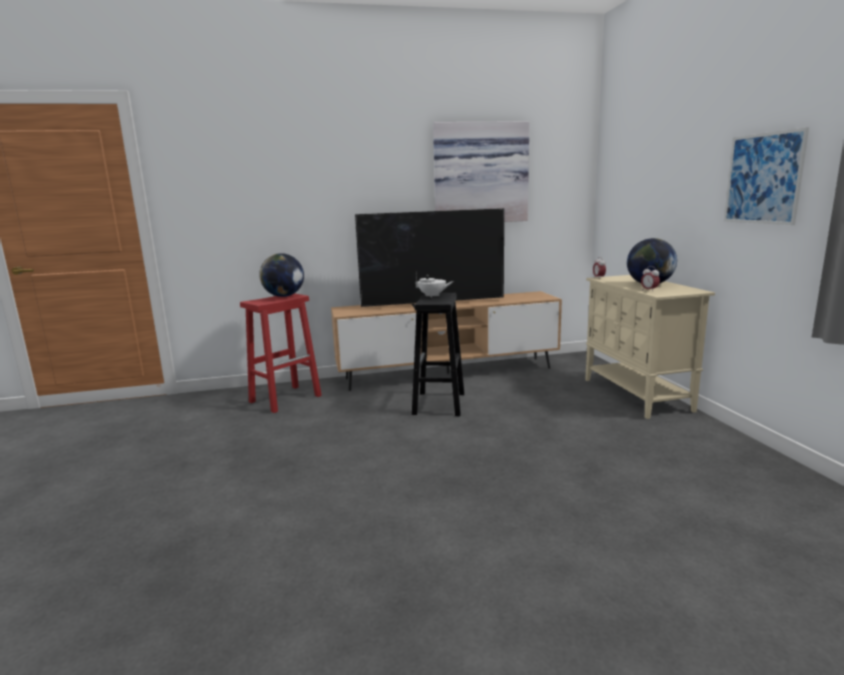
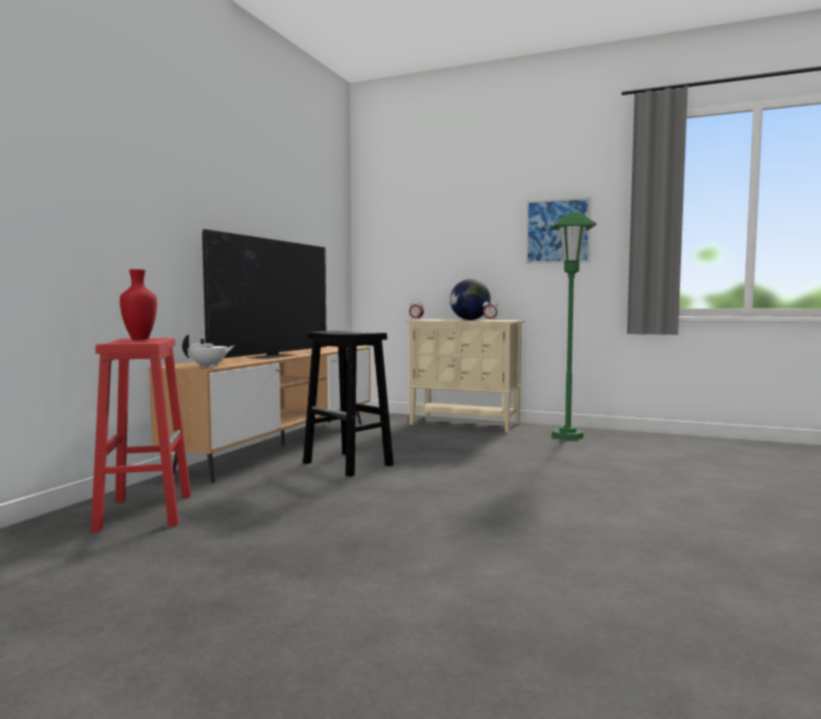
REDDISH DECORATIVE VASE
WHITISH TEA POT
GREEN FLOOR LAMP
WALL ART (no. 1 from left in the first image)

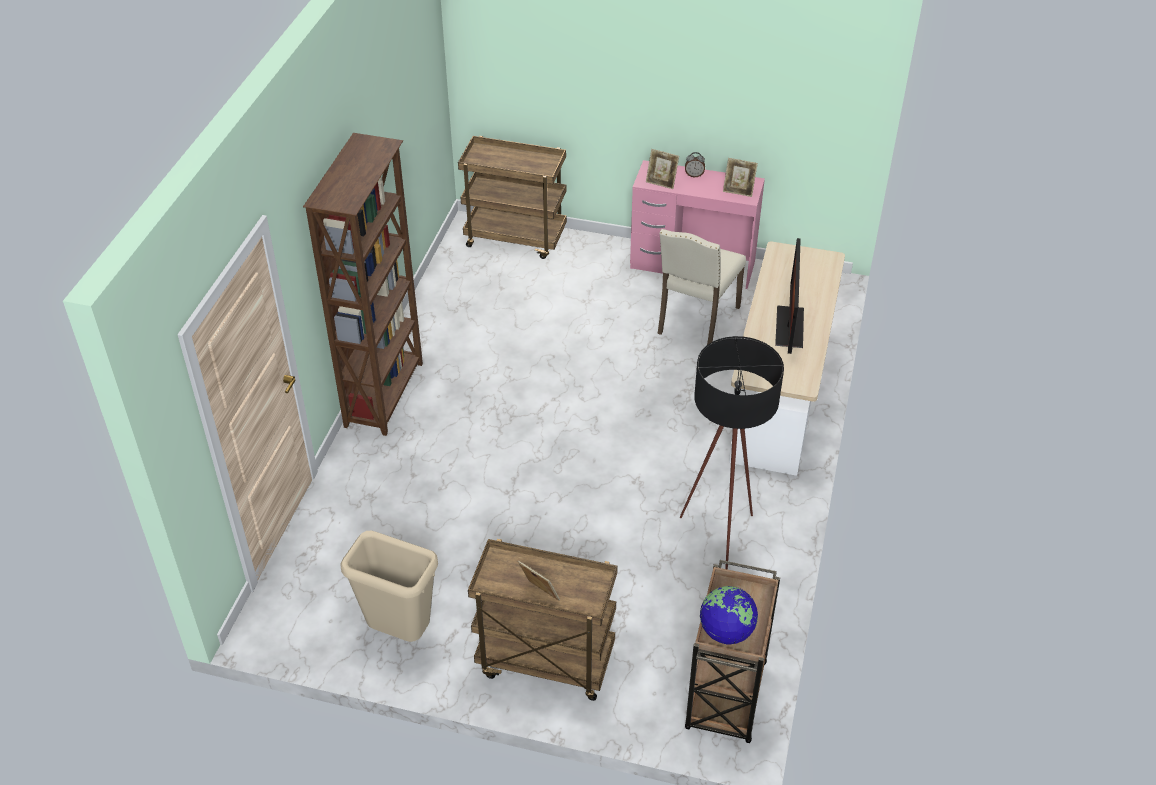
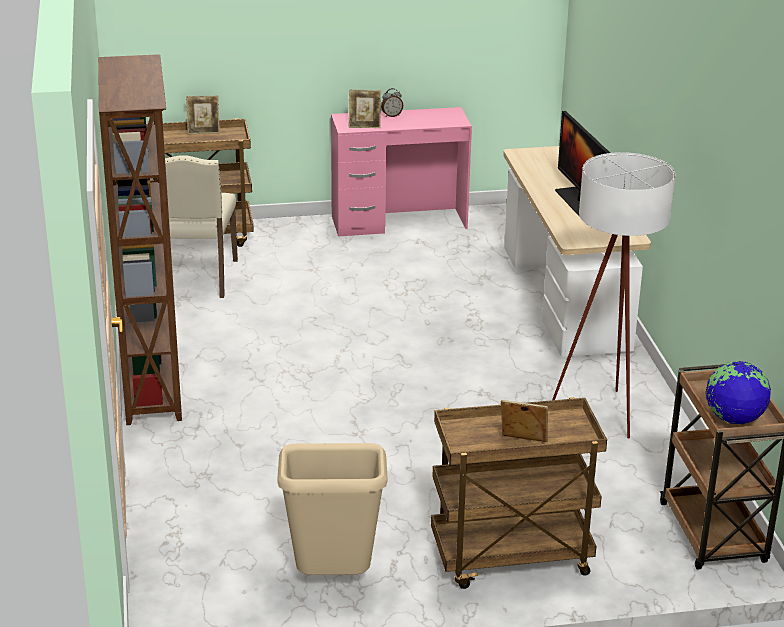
SAND-COLOURED PLAIN CHAIR
PHOTO FRAME (no. 1 from left)
WHITISH FLOOR LAMP

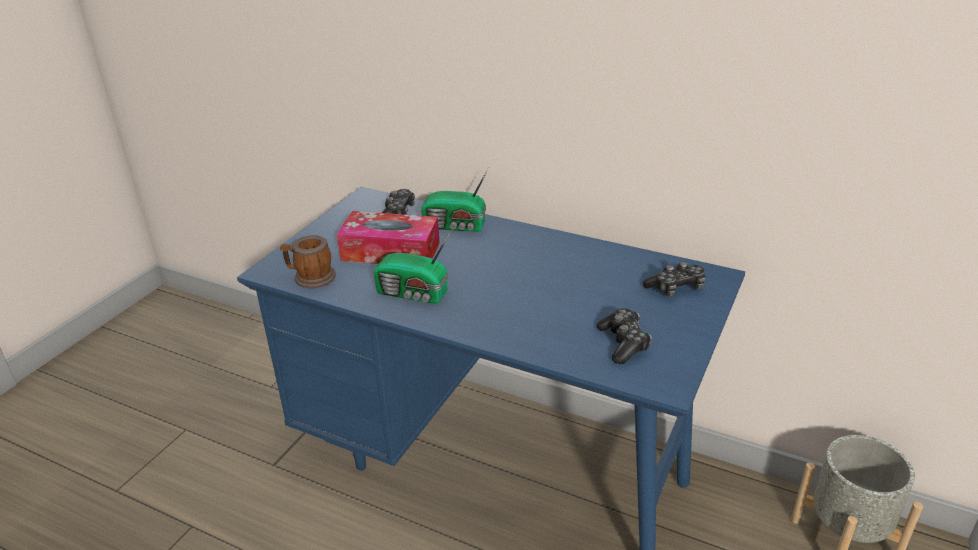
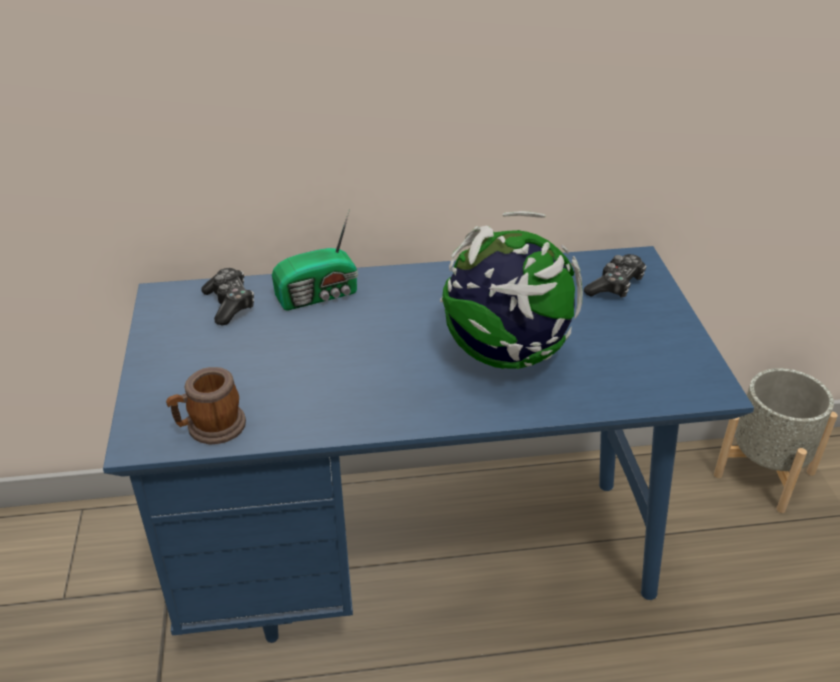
DESK GLOBE
BOX OF TISSUES
RADIO (no. 1 from left in the first image)
GAME CONTROLLER (no. 2 from left in the first image)

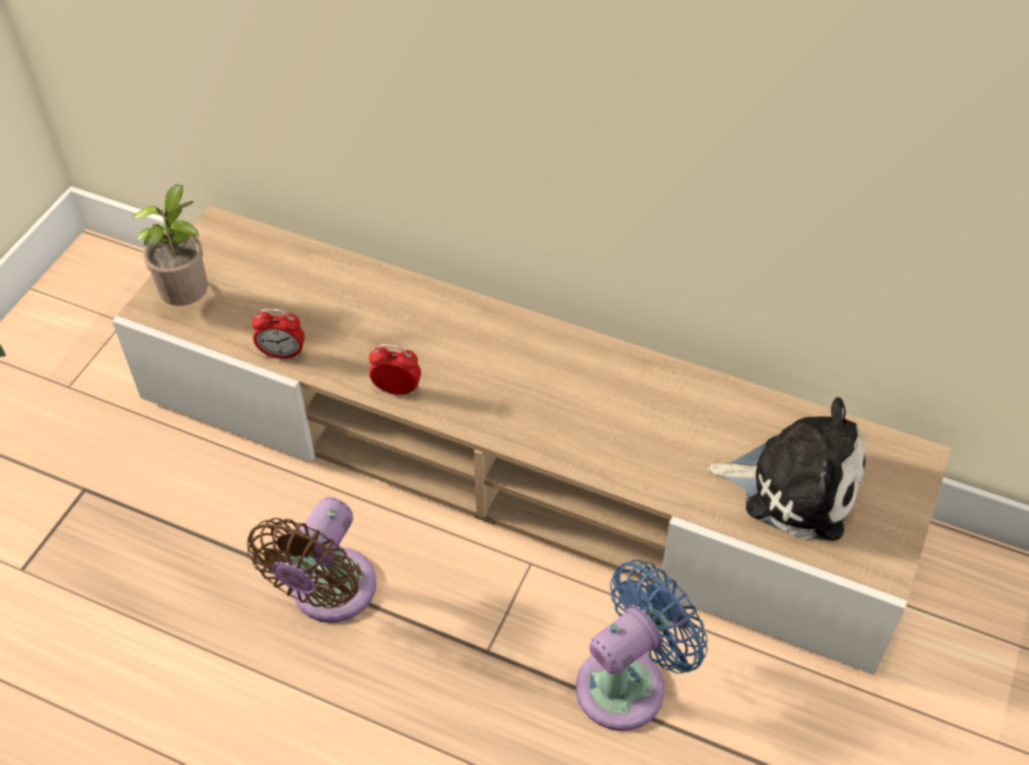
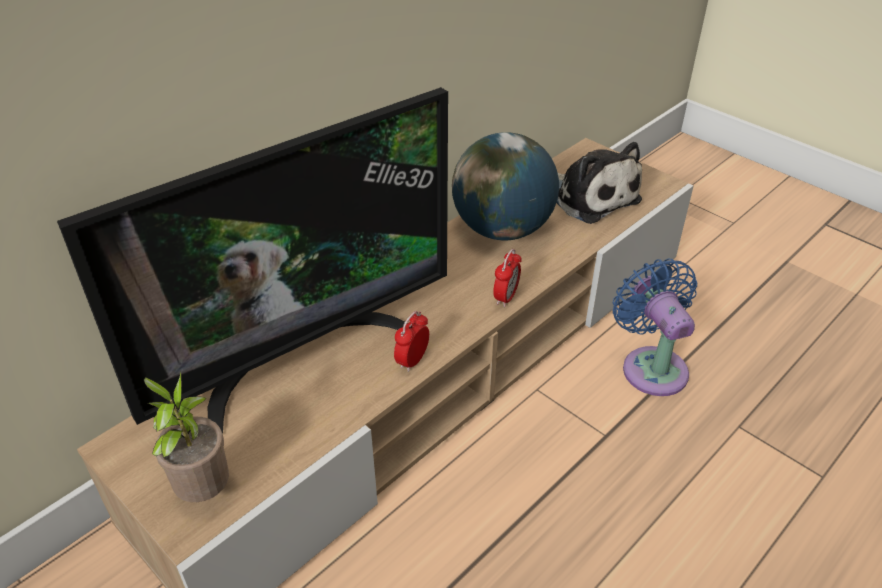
TV SET
DESK GLOBE
TABLE CLOCK (no. 2 from left)
SOFT TOY
BROWN-COLOURED ELECTRIC FAN

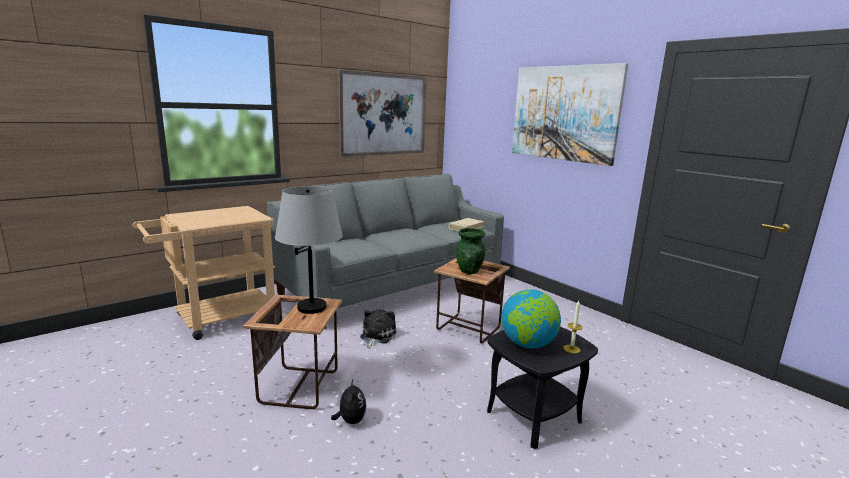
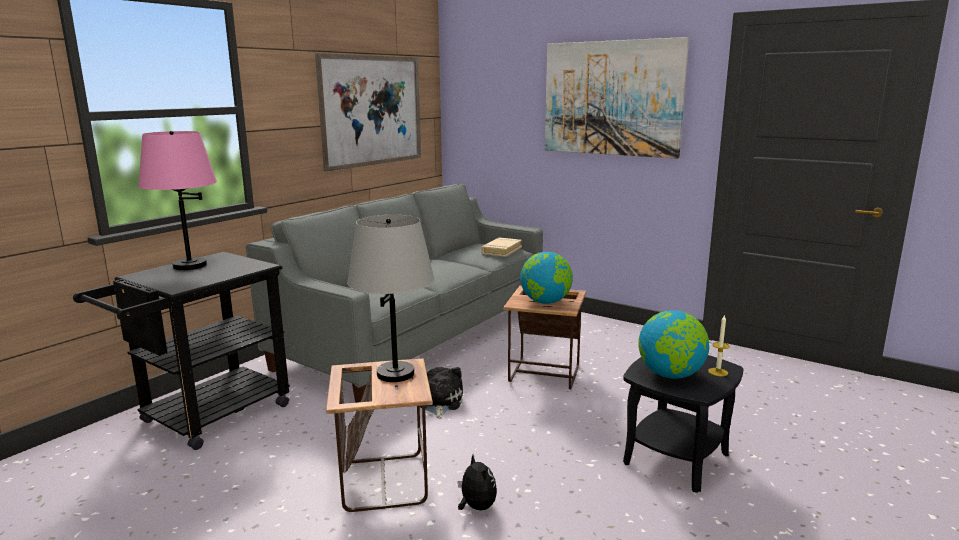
BLACK WHEELED CART
PINKISH LAMP FOR A TABLE
DESK GLOBE (no. 1 from left)

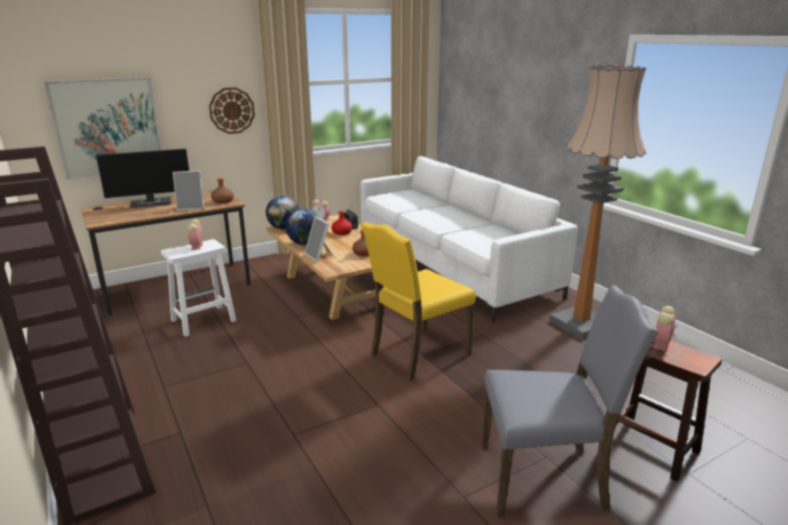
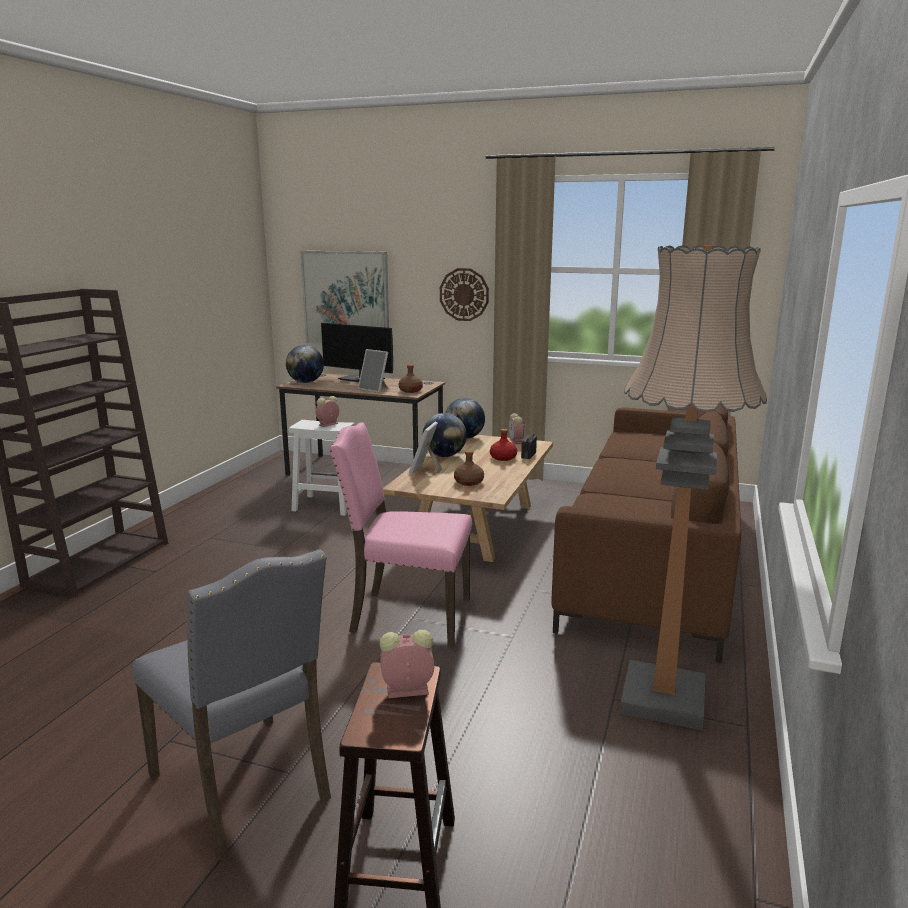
DESK GLOBE (no. 1 from left)
PINKISH PLAIN CHAIR
BROWN-COLOURED SETTEE

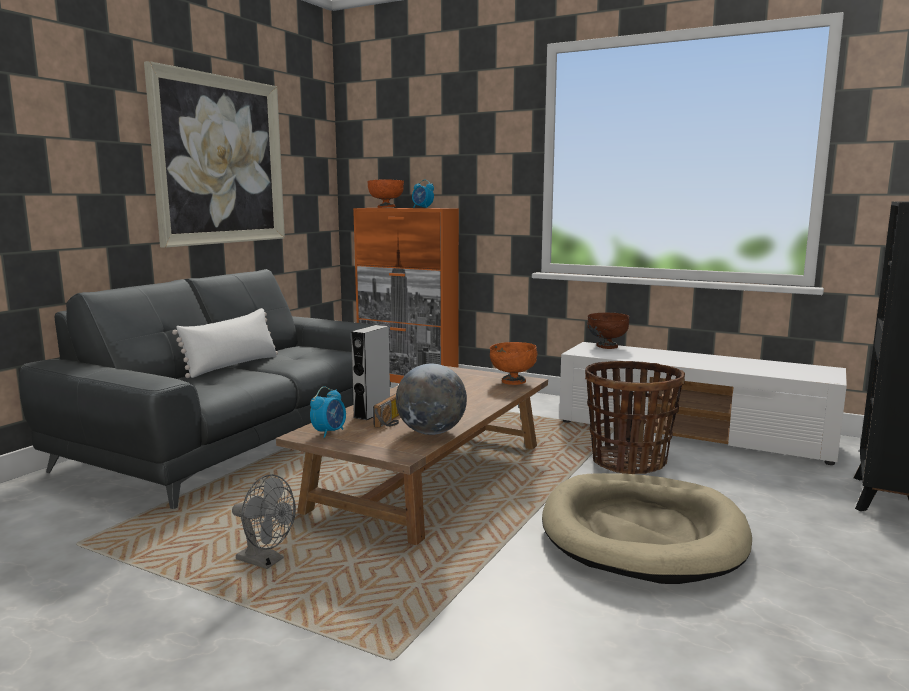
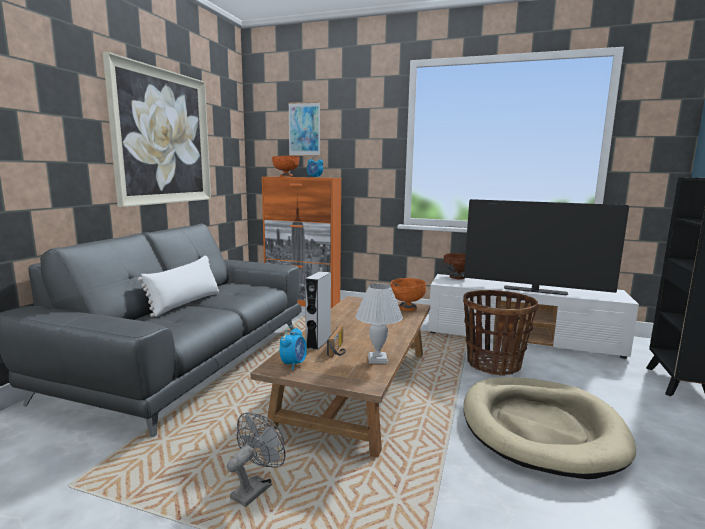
GREYISH ELECTRIC FAN
WALL ART (no. 2 from left)
WHITISH LAMP FOR A TABLE
TV SET

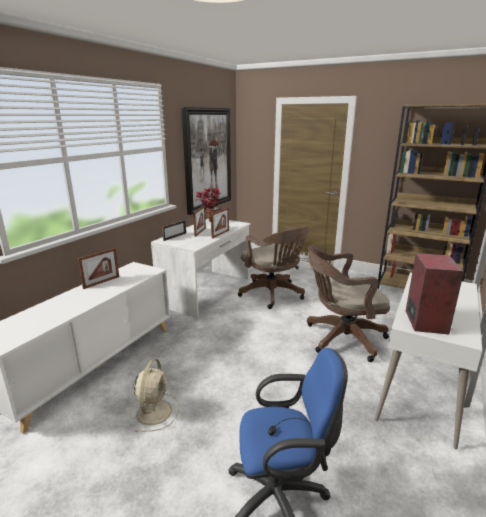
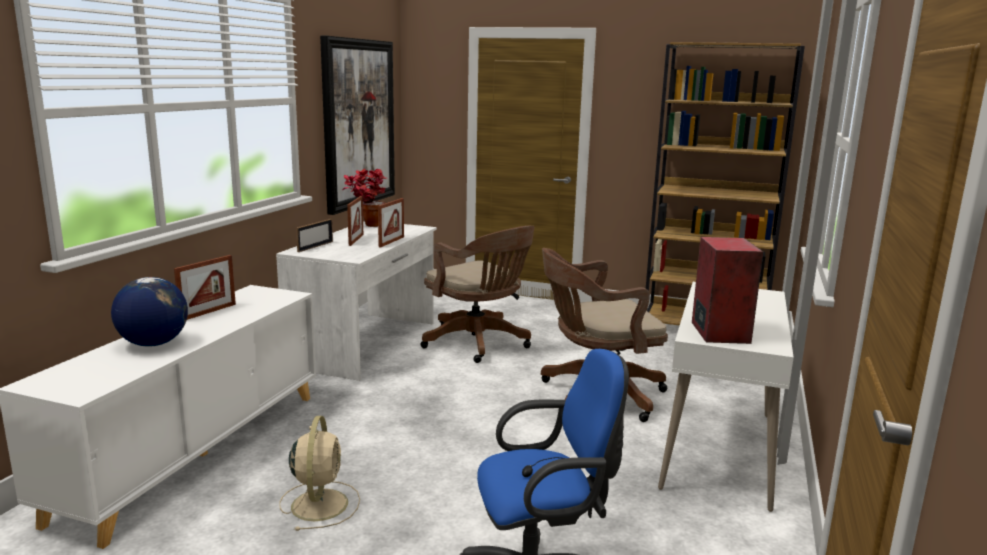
DESK GLOBE

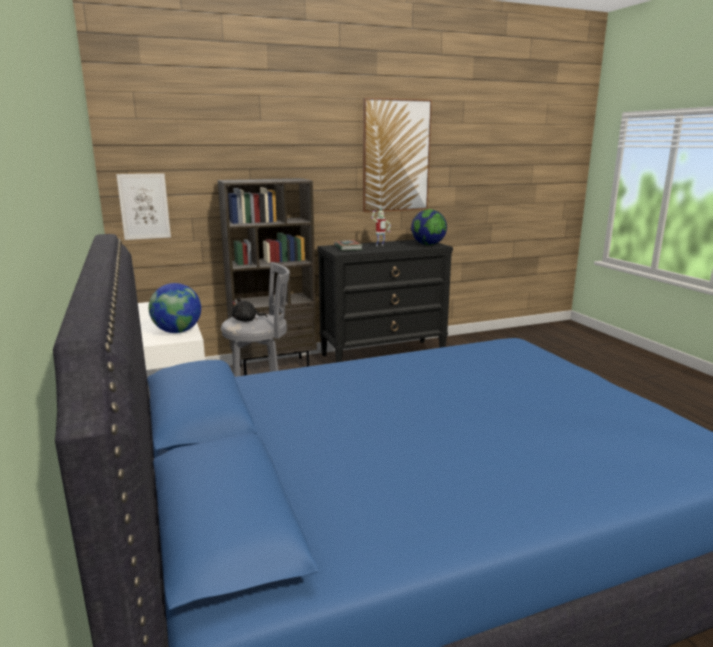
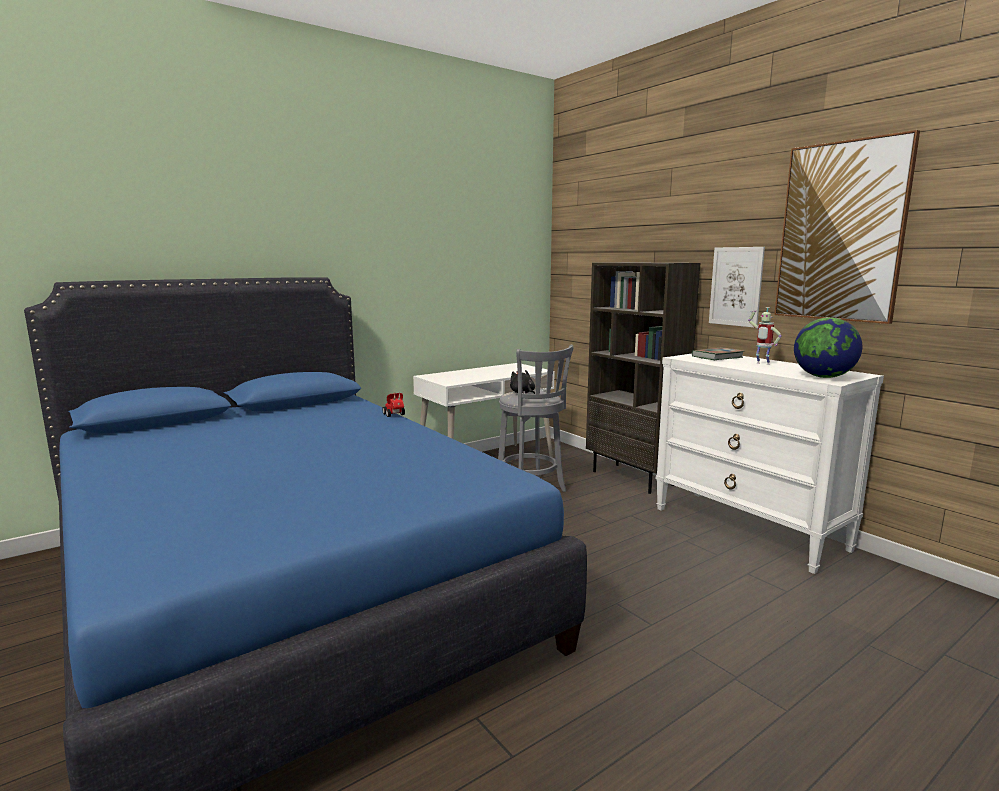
MODEL CAR
WHITISH DRAWER CHEST
WALL ART (no. 1 from left)
DESK GLOBE (no. 1 from left in the first image)

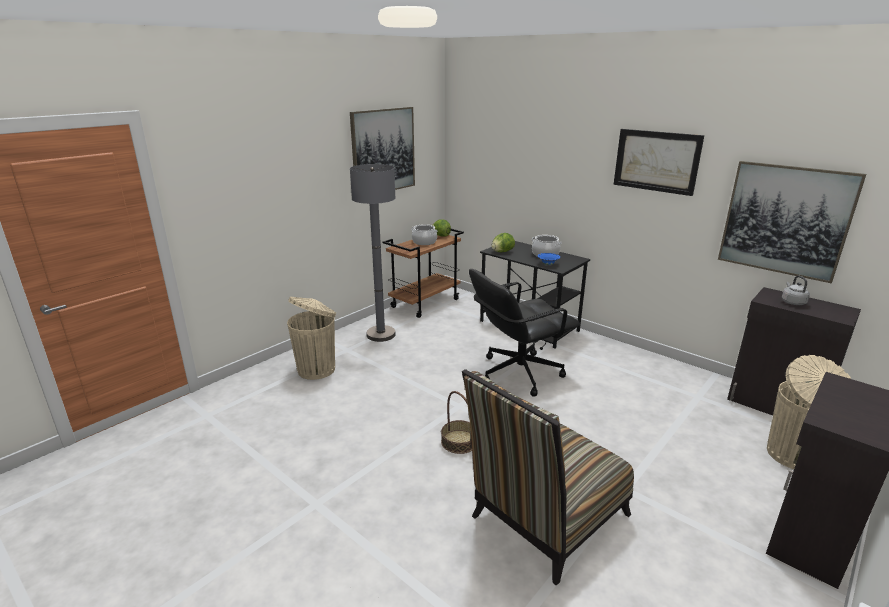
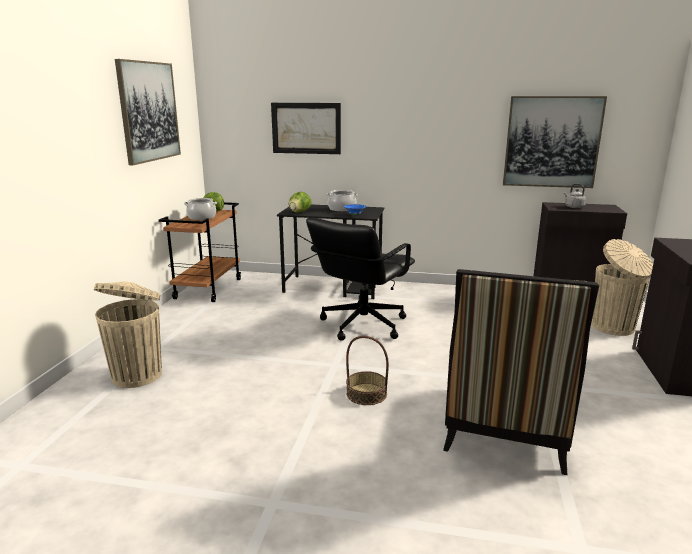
WALL ART (no. 2 from left)
GREYISH FLOOR LAMP

